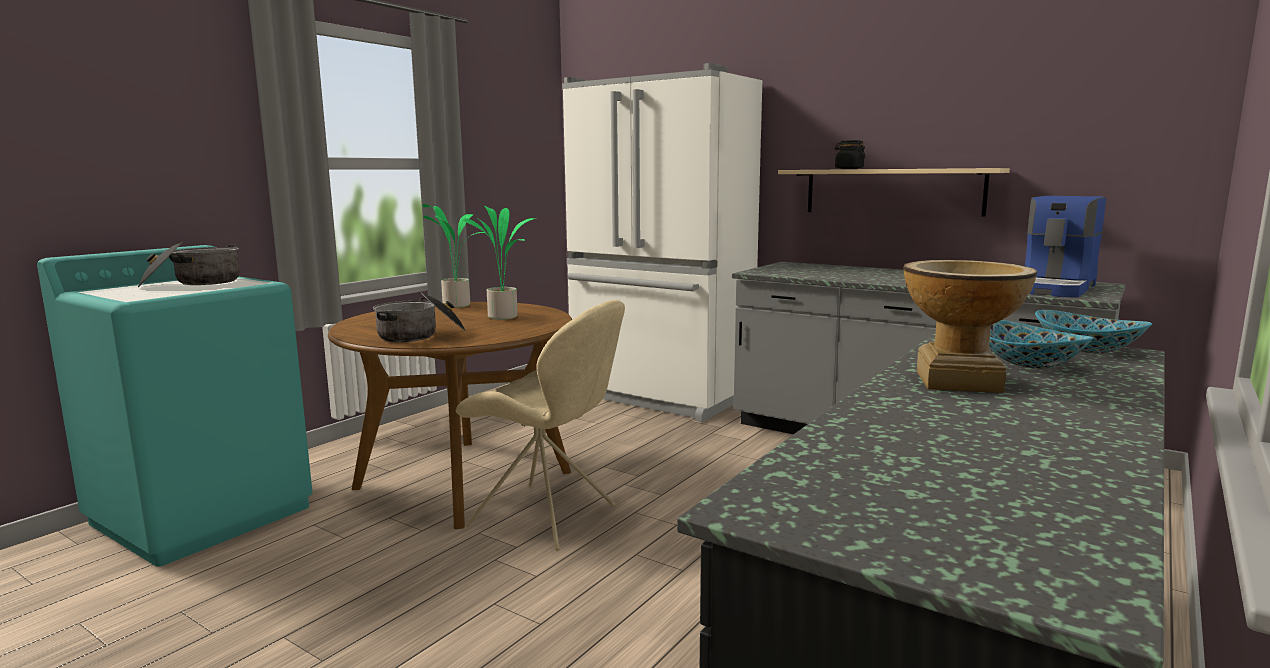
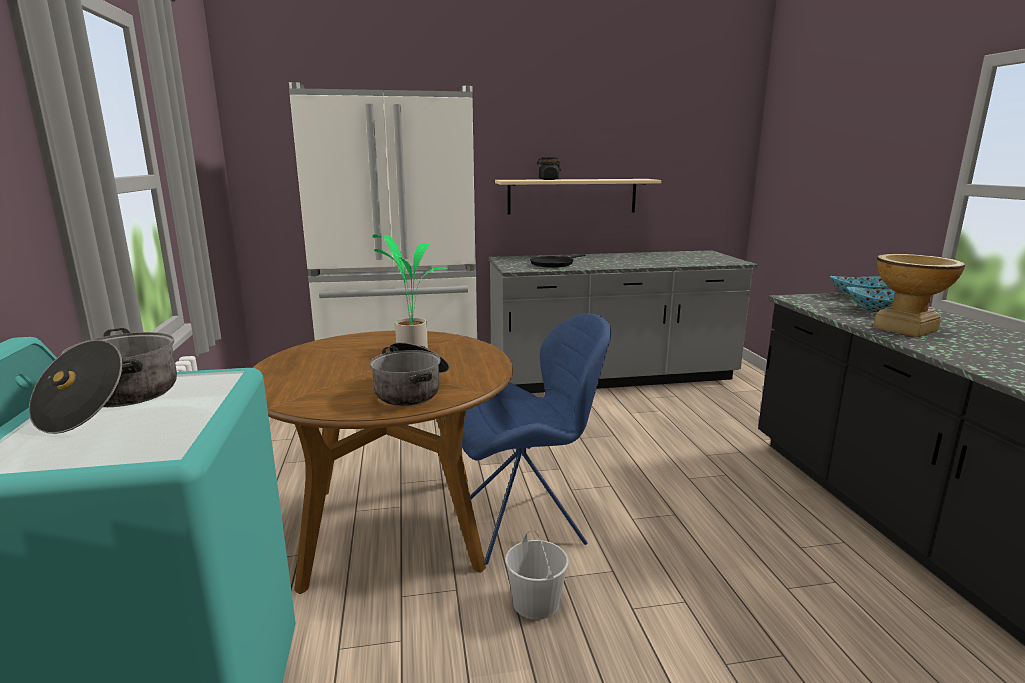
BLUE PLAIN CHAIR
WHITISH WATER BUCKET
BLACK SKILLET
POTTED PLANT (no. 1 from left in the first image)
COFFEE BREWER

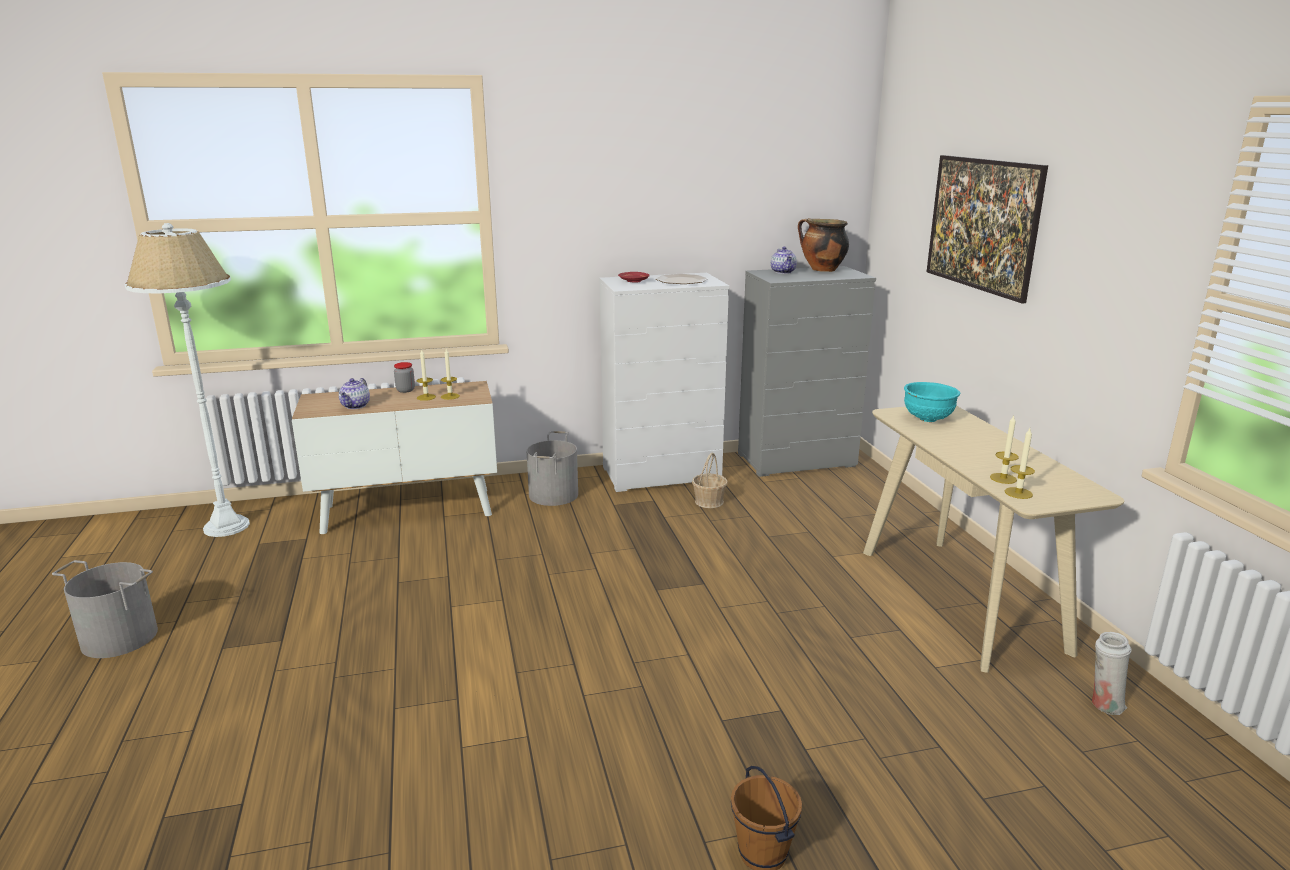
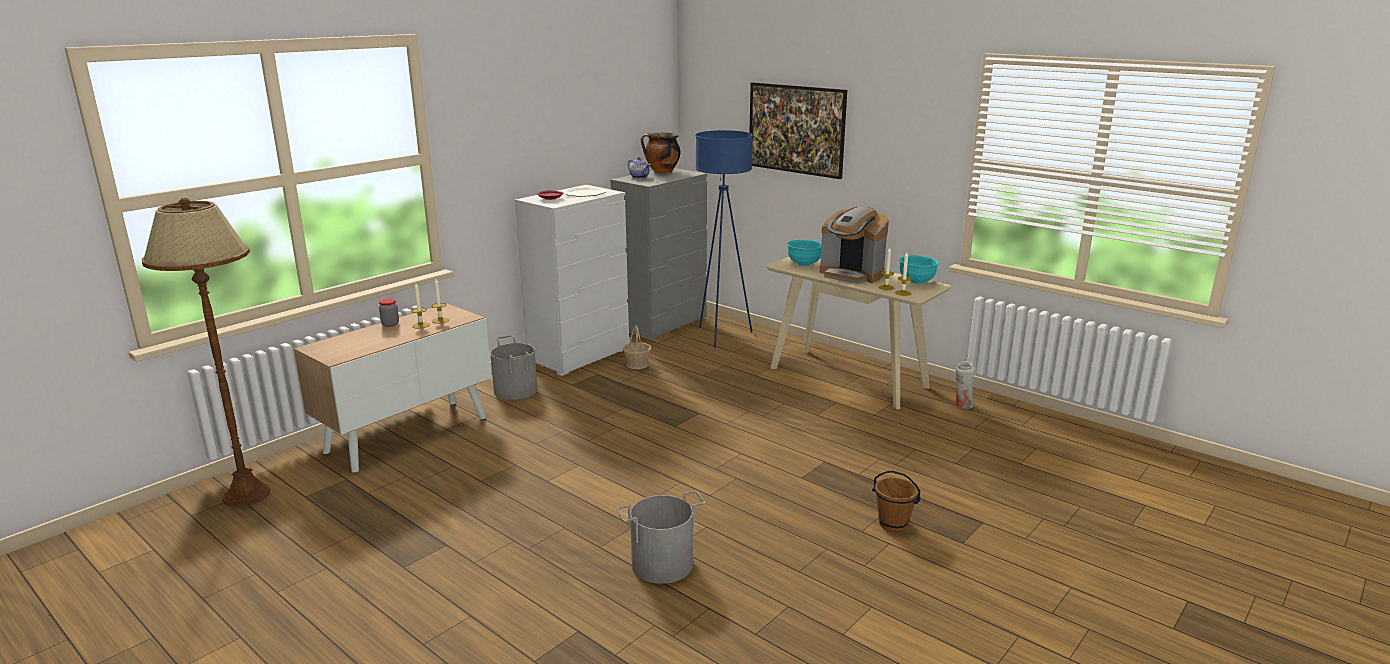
BROWN-COLOURED FLOOR LAMP
GREYISH WATER BUCKET (no. 2 from left)
BLUE FLOOR LAMP
COFFEE BREWER
BLUE-GREEN BOWL (no. 2 from left)
TEA POT (no. 1 from left in the first image)

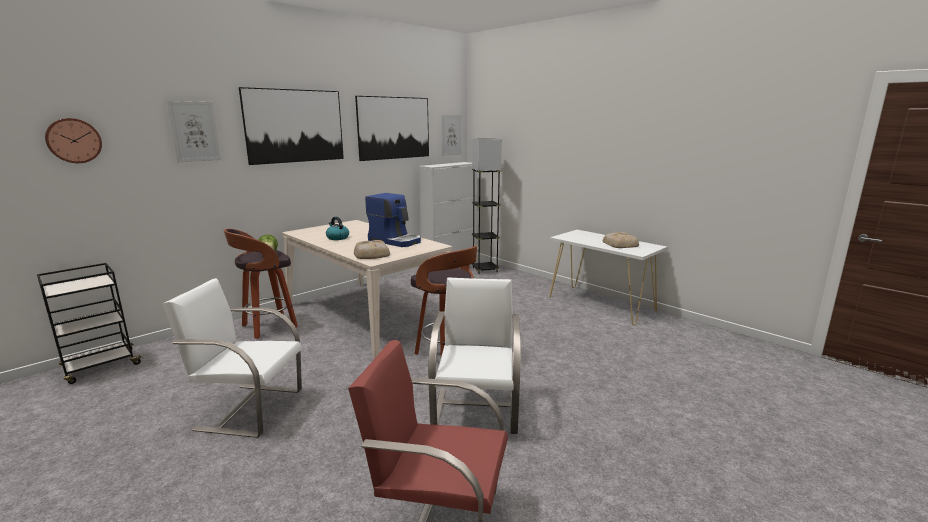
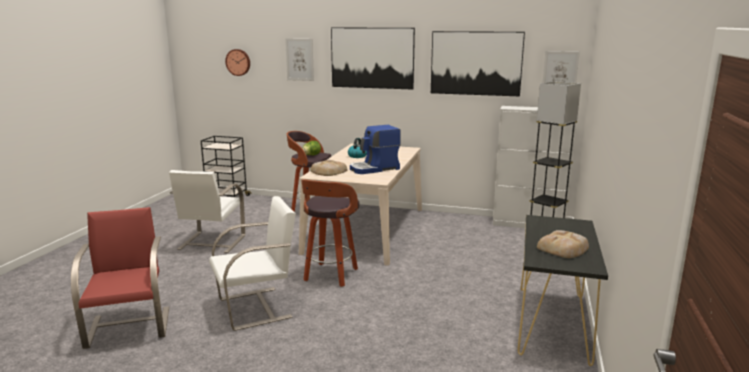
WHITISH PLAIN CHAIR (no. 1 from left)
COFFEE BREWER
BLACK NARROW TABLE

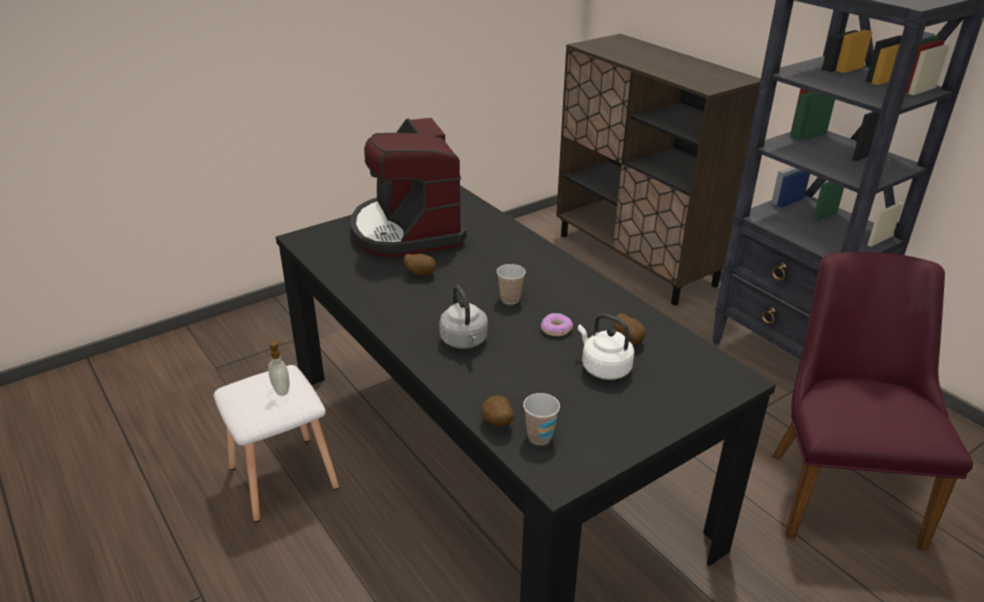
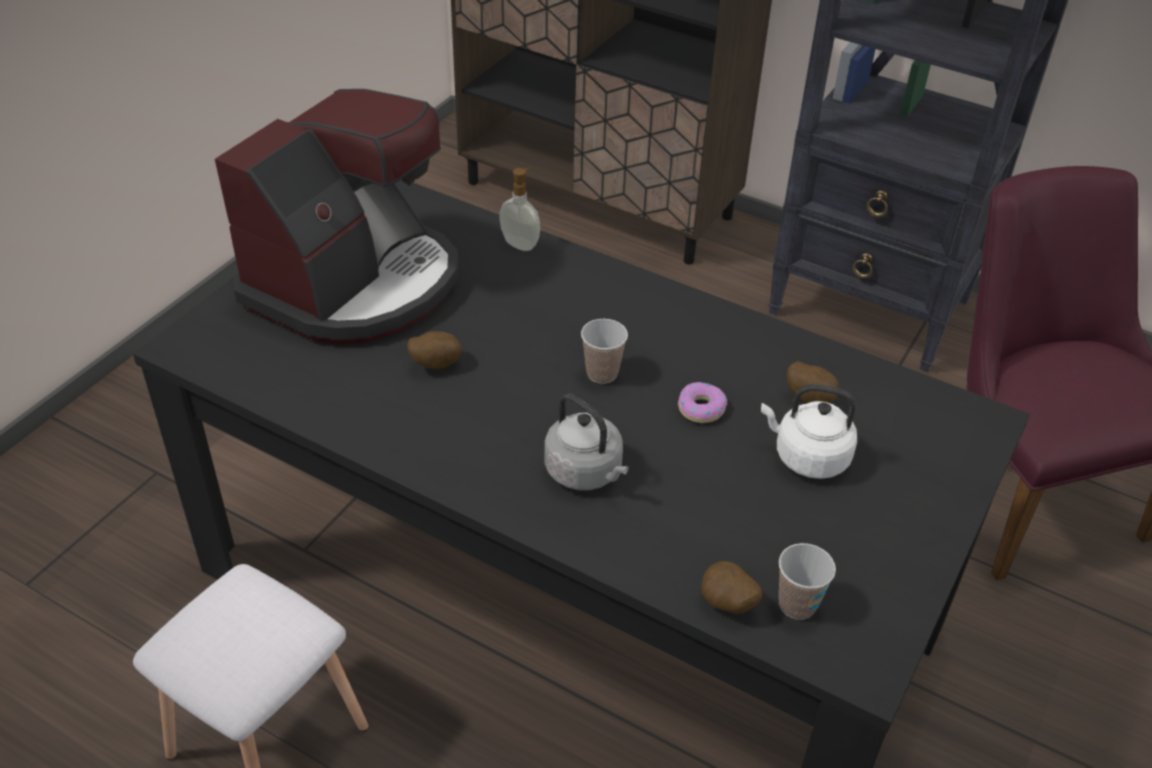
COFFEE BREWER
LIQUID SOAP BOTTLE

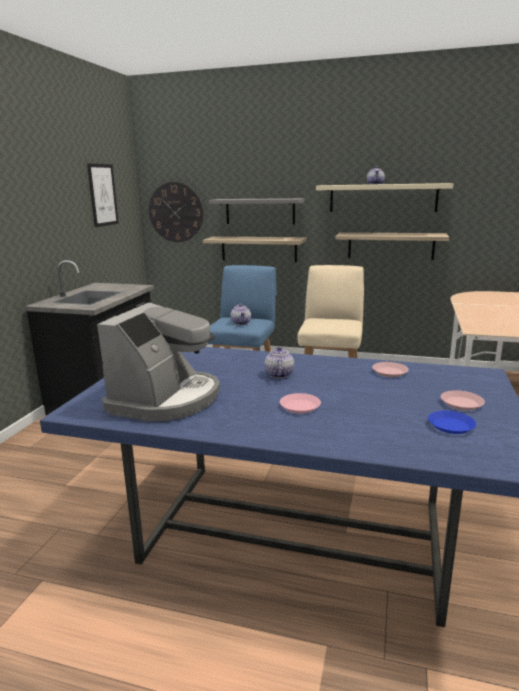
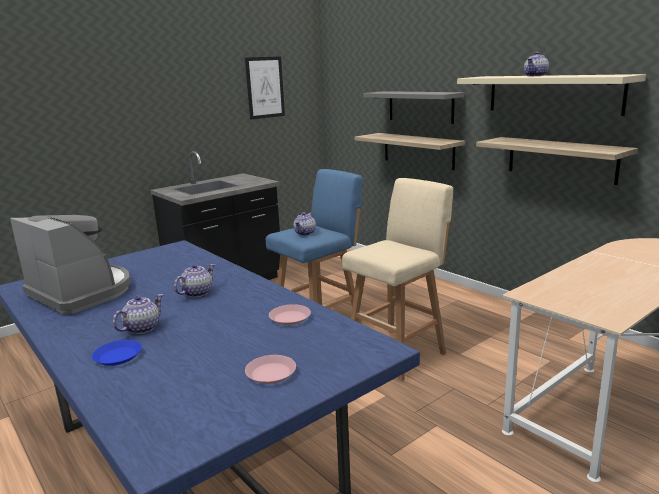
COFFEE BREWER
BLUE FLAT DISH
TEA POT (no. 1 from left)
WALL CLOCK

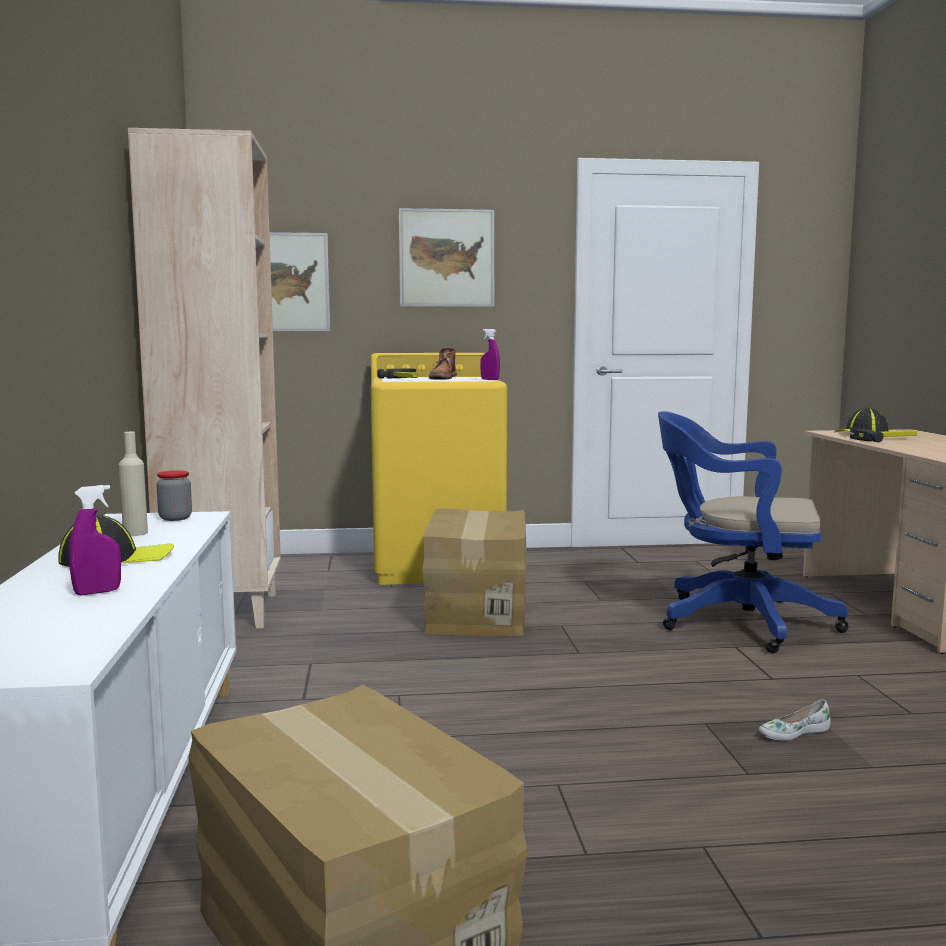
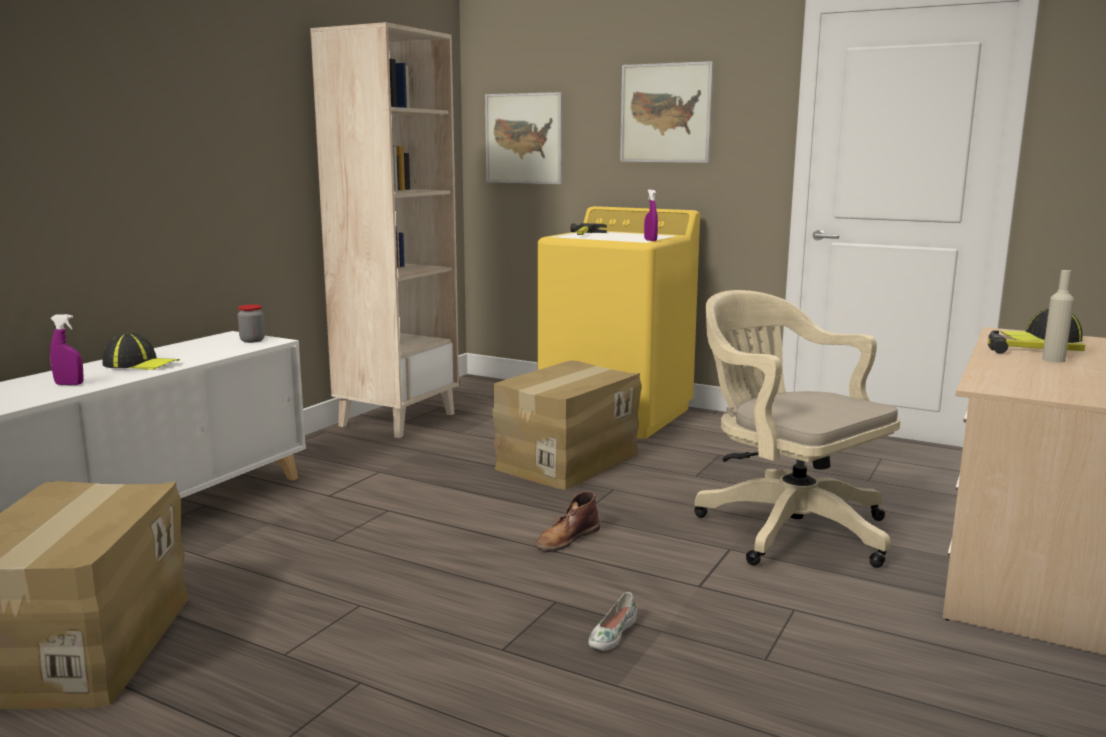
BROWN-COLOURED TALL BOOT
WHITISH SHOE
SAND-COLOURED OFFICE CHAIR
SAND-COLOURED DRINK BOTTLE

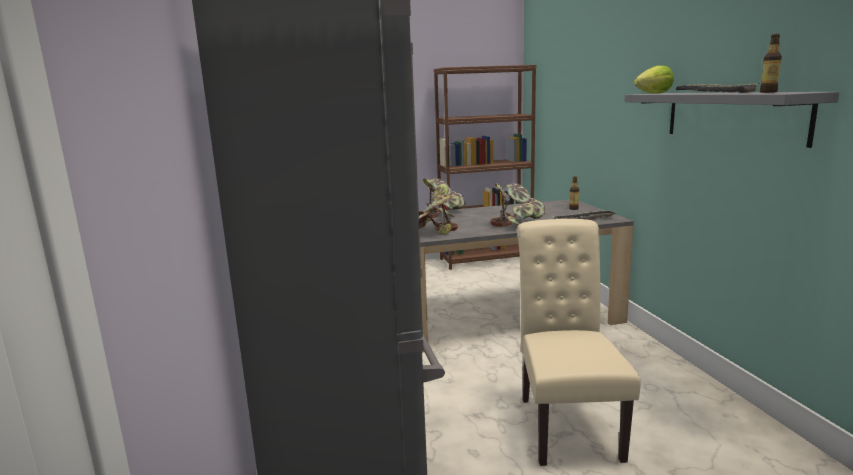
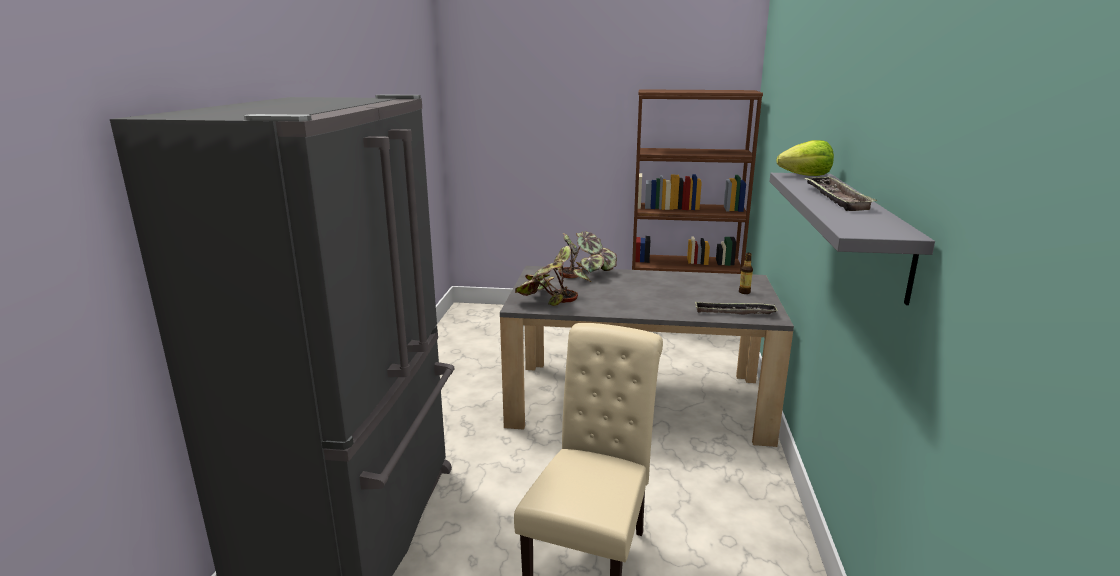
POTTED PLANT (no. 3 from left in the first image)
DRINK BOTTLE (no. 2 from left in the first image)

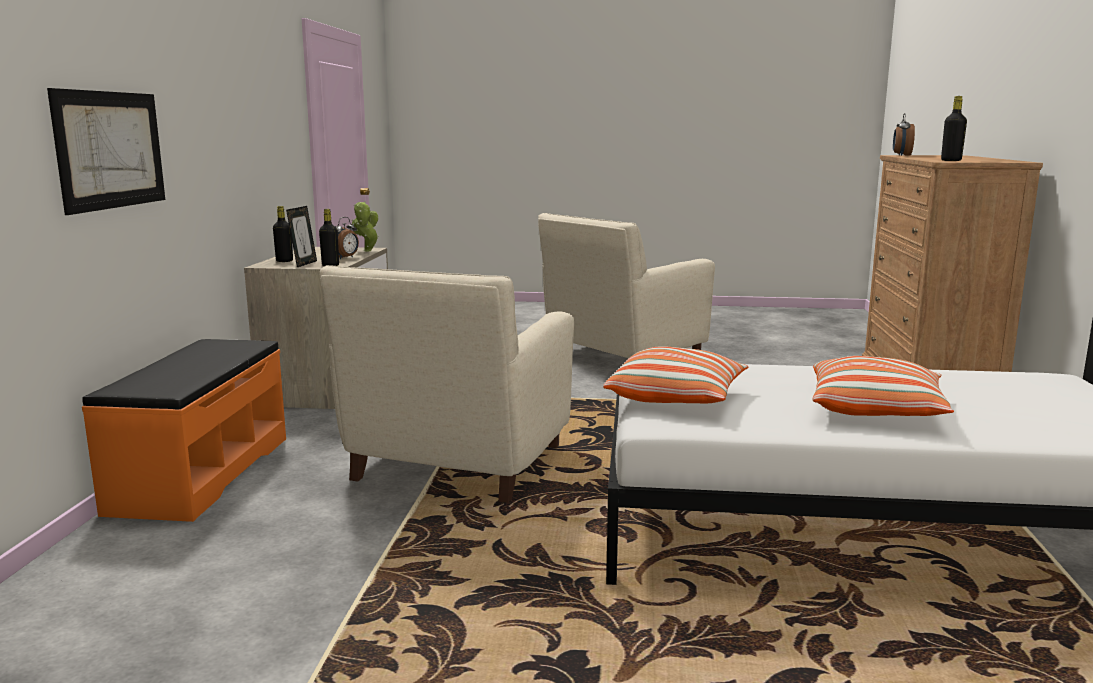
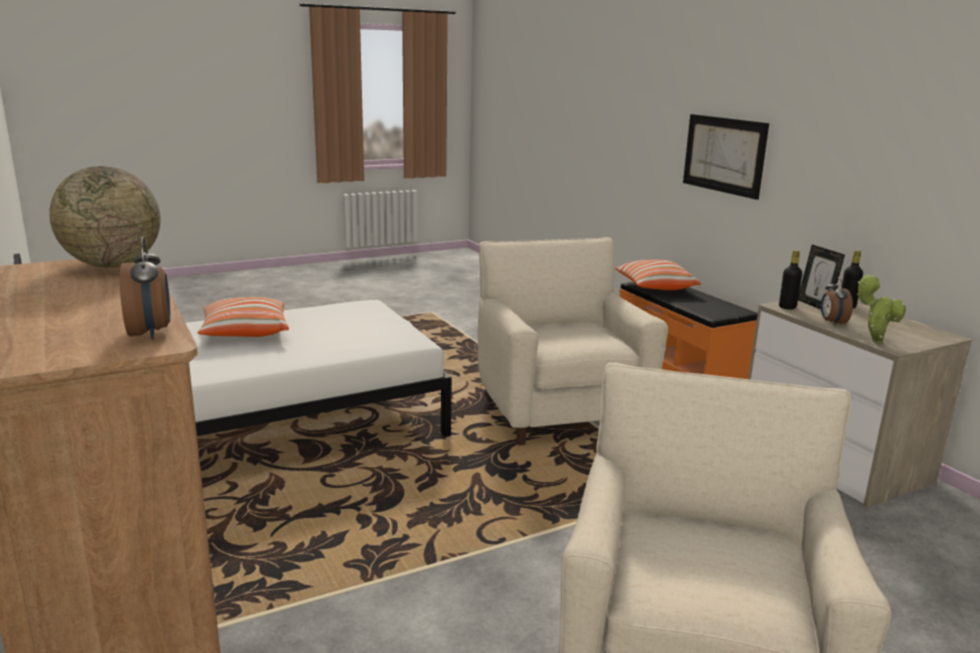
DESK GLOBE
PILLOW (no. 2 from left)

